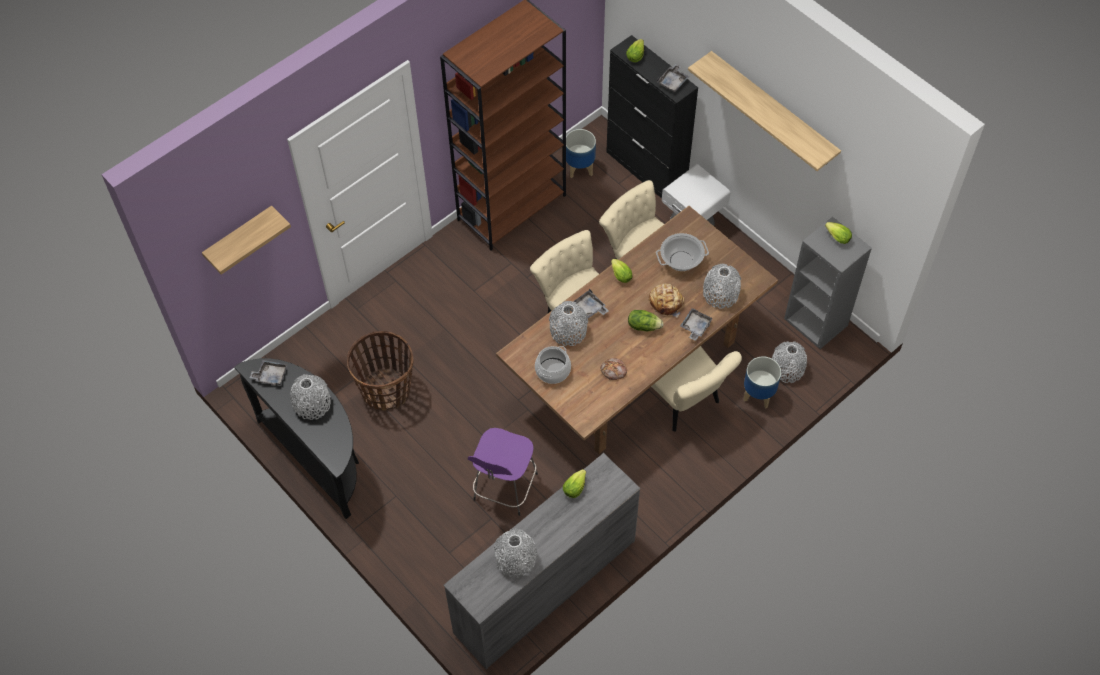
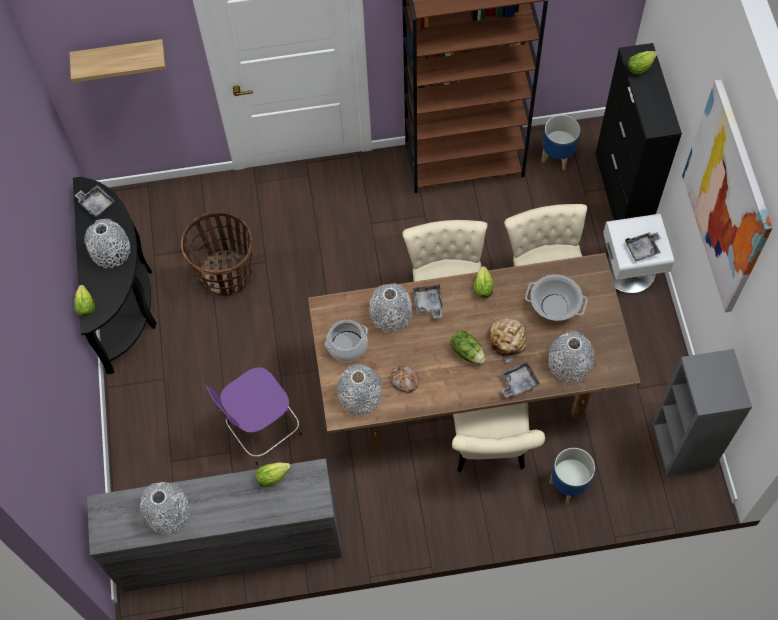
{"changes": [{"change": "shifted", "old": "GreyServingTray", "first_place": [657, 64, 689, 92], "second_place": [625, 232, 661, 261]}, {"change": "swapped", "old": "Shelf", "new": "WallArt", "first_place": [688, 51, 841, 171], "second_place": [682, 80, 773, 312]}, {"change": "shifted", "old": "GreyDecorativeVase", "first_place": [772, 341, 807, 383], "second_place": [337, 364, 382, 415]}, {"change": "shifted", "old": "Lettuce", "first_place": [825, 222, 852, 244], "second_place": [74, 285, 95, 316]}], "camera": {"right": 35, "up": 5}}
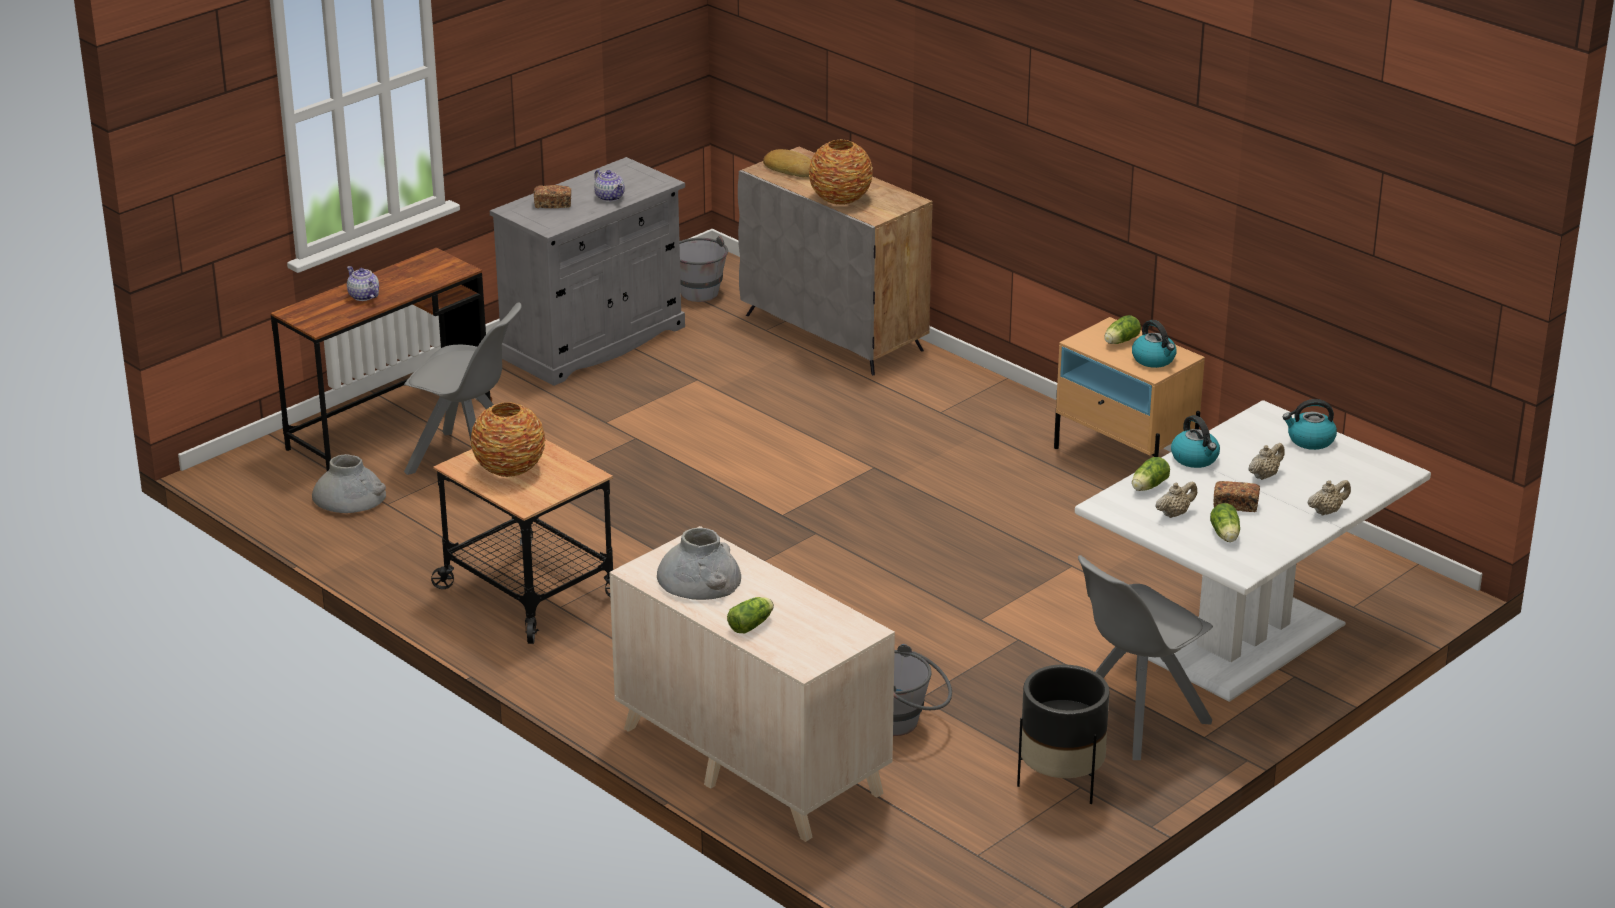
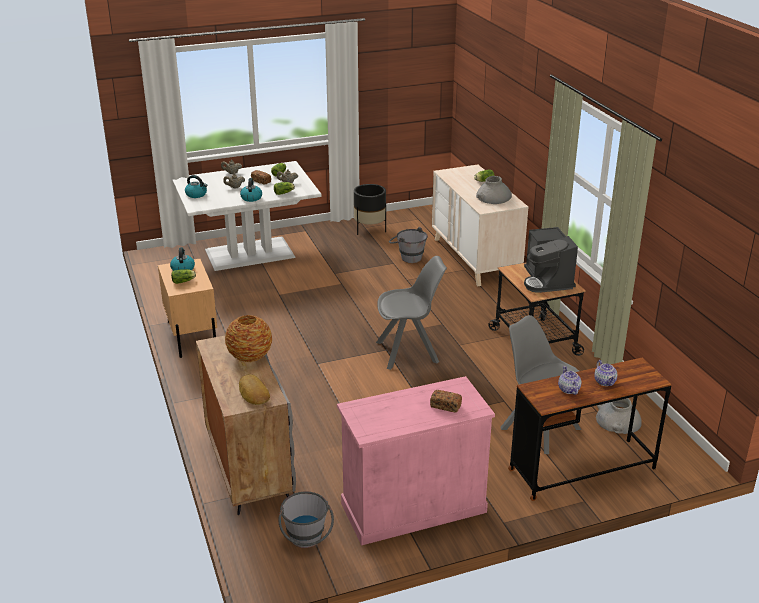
{"changes": [{"change": "swapped", "old": "DecorativeVase", "new": "CoffeeMachine", "first_place": [471, 402, 545, 477], "second_place": [524, 227, 578, 293]}, {"change": "repainted", "old": "GreyCupboard", "new": "PinkCupboard", "first_place": [490, 157, 685, 386], "second_place": [337, 376, 495, 546]}, {"change": "shifted", "old": "TeaPot", "first_place": [594, 169, 625, 202], "second_place": [558, 366, 582, 395]}, {"change": "shifted", "old": "GreyChair", "first_place": [1078, 555, 1213, 760], "second_place": [376, 256, 447, 370]}], "camera": {"right": -155, "up": 0}}
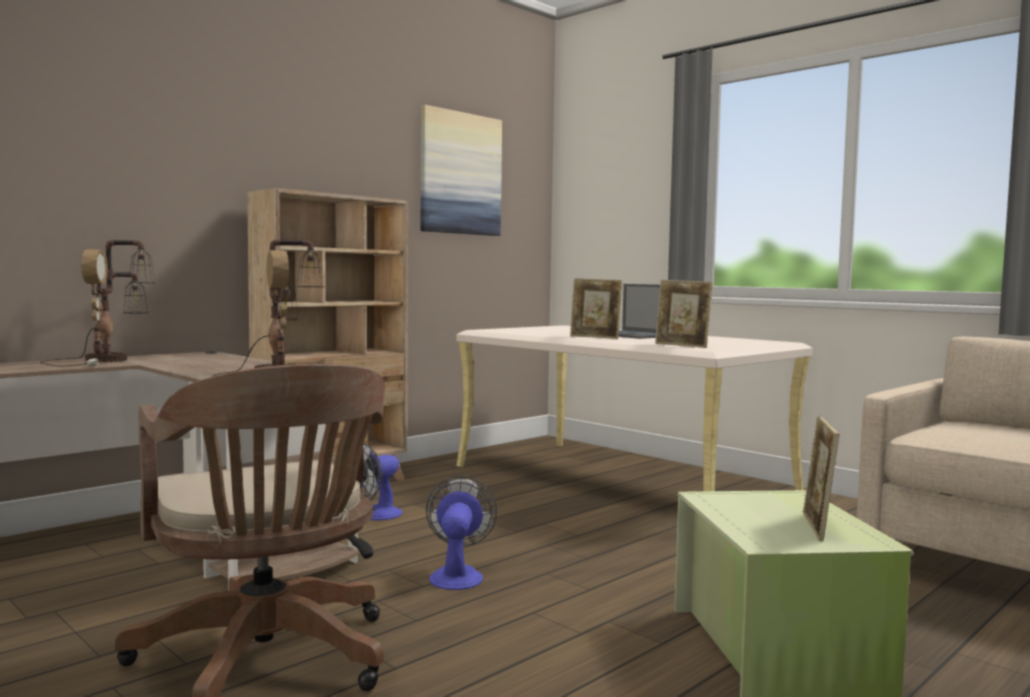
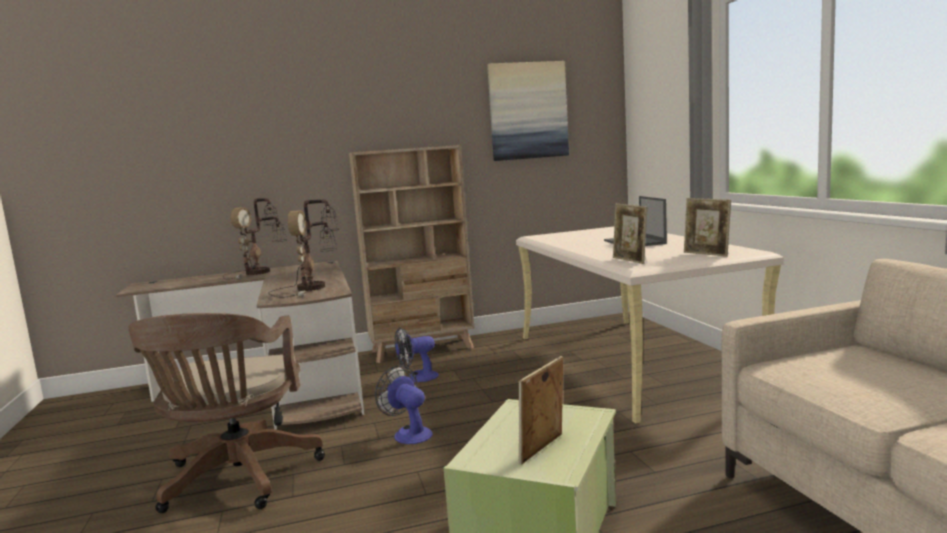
{"changes": [{"change": "rotated", "old": "Fan", "first_place": [426, 476, 497, 590], "second_place": [375, 365, 433, 444], "degrees": -75}, {"change": "shifted", "old": "PictureFrame", "first_place": [570, 278, 622, 339], "second_place": [684, 198, 731, 257]}], "camera": {"right": 30, "up": 5}}
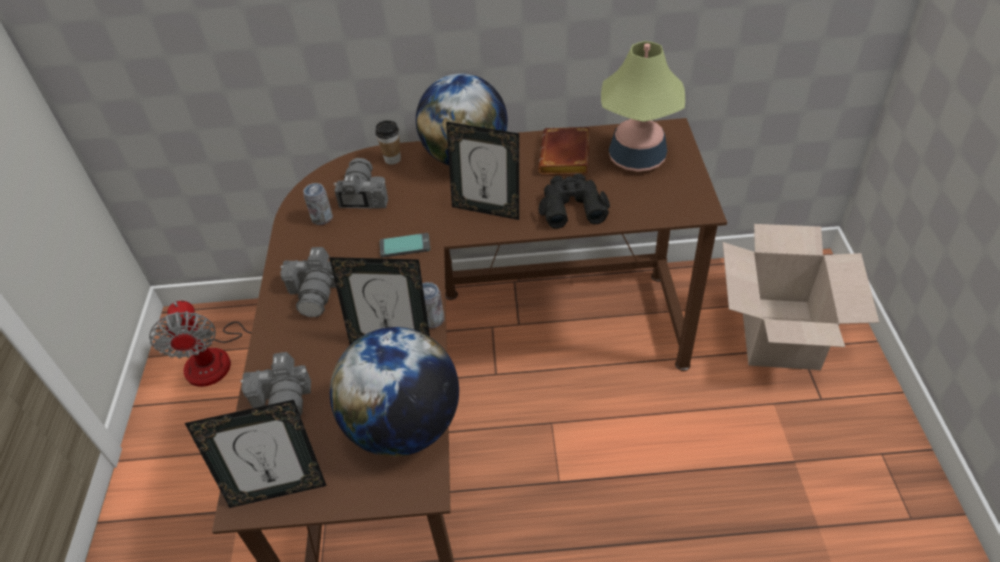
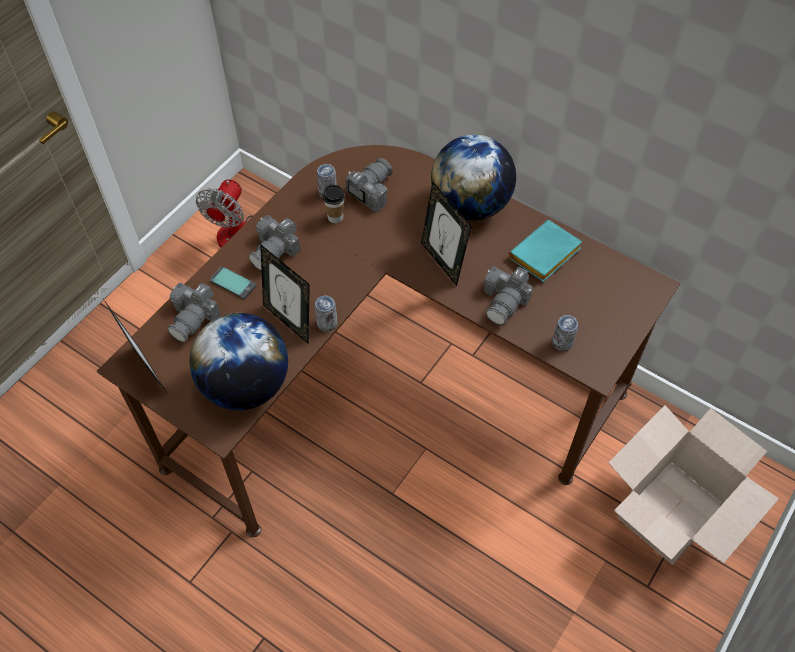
{"changes": [{"change": "rotated", "old": "PictureFrame", "first_place": [185, 400, 327, 508], "second_place": [103, 299, 168, 394], "degrees": -150}, {"change": "shifted", "old": "DrinkingCup", "first_place": [375, 120, 401, 165], "second_place": [323, 185, 345, 223]}, {"change": "shifted", "old": "Handset", "first_place": [380, 233, 430, 258], "second_place": [210, 266, 256, 299]}, {"change": "repainted", "old": "BrownishBook", "new": "TurquoiseBook", "first_place": [538, 127, 590, 175], "second_place": [509, 220, 582, 282]}, {"change": "swapped", "old": "BlackColouredPairOfBinoculars", "new": "PhotoCamera", "first_place": [539, 173, 610, 229], "second_place": [484, 266, 533, 325]}, {"change": "gone", "old": "TabletopLamp", "first_place": [601, 41, 685, 171]}, {"change": "new", "new": "SealedCan", "second_place": [552, 315, 578, 351]}], "camera": {"right": 35, "up": 10}}
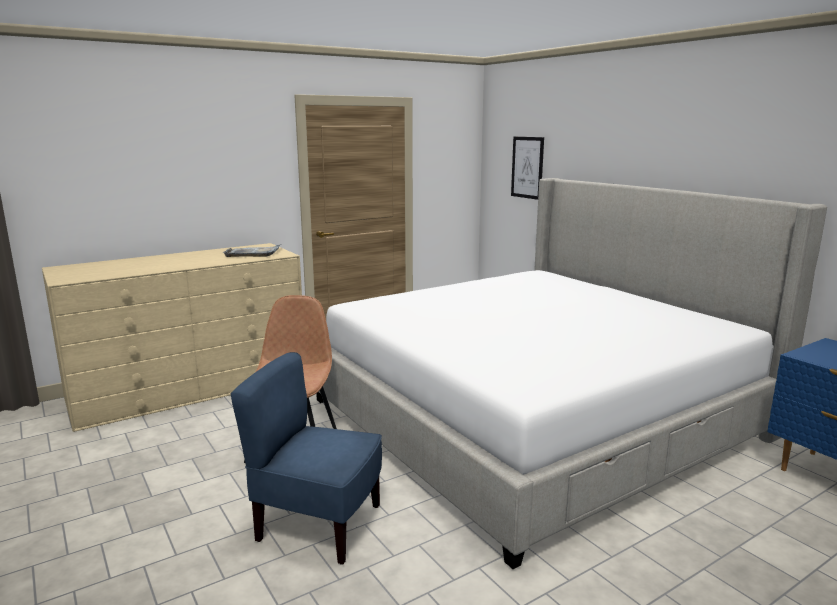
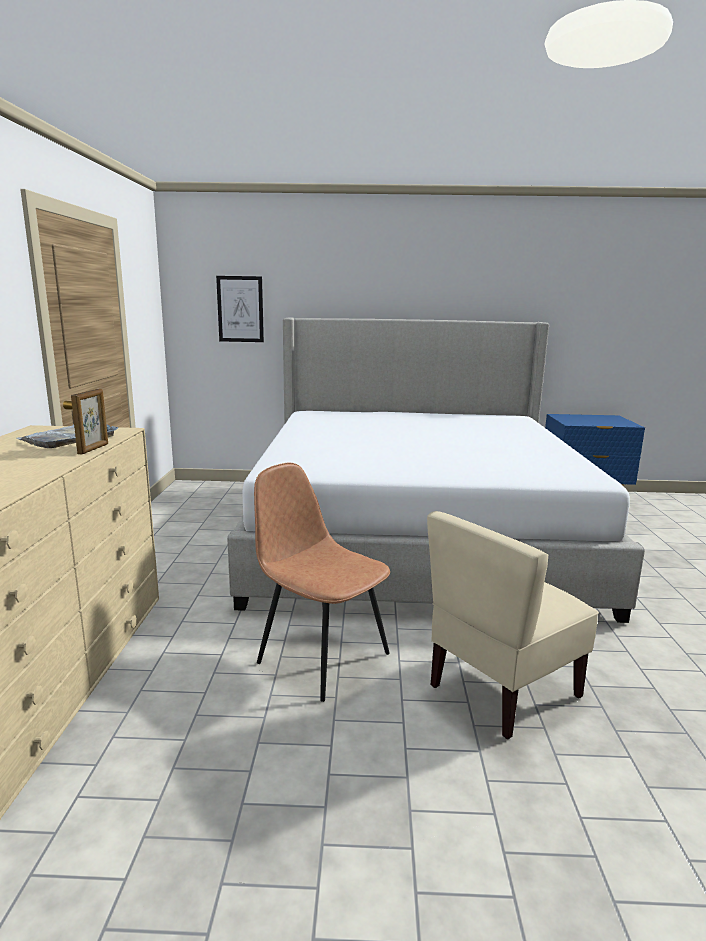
{"changes": [{"change": "repainted", "old": "BlueChair", "new": "BeigeChair", "first_place": [230, 352, 382, 565], "second_place": [427, 511, 599, 739]}, {"change": "new", "new": "PictureFrame", "second_place": [71, 389, 108, 454]}], "camera": {"right": -55, "up": 0}}
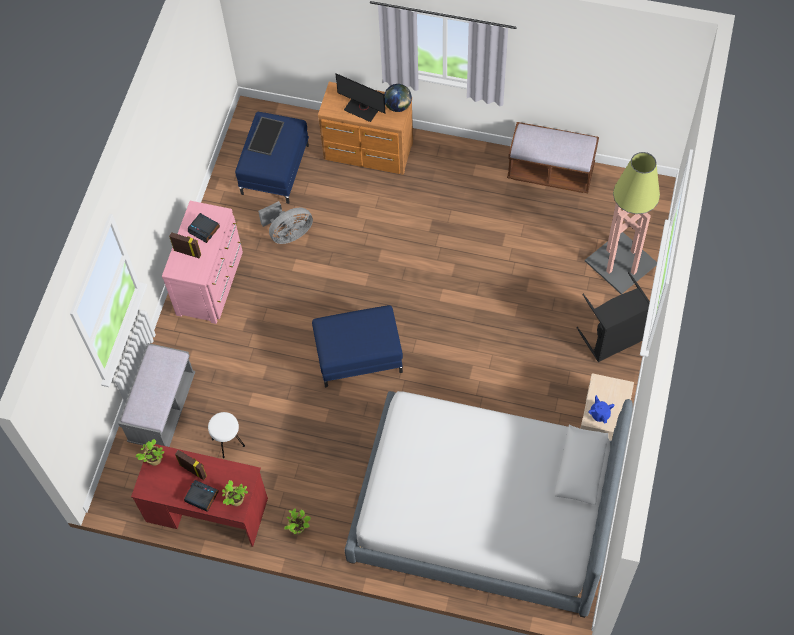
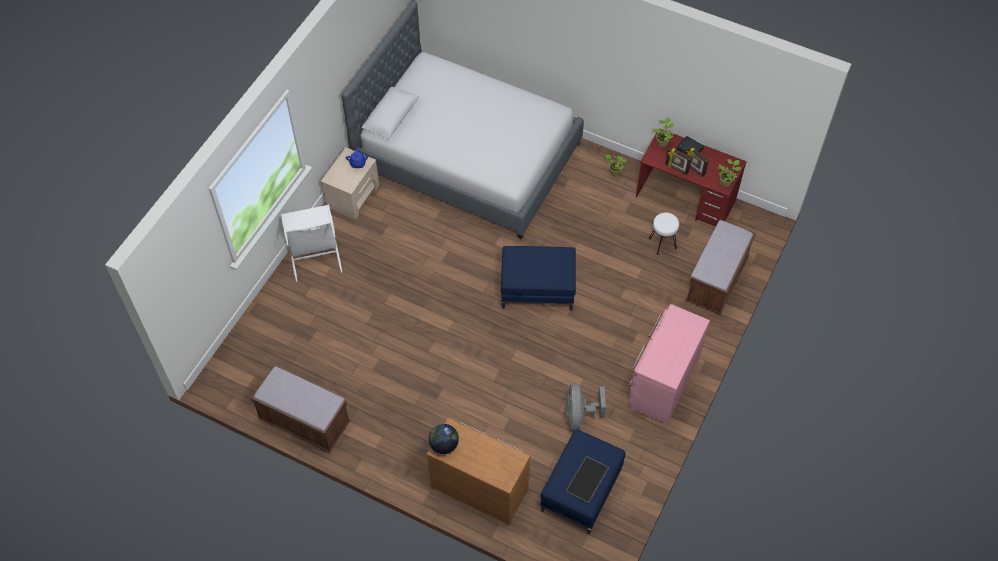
{"changes": [{"change": "repainted", "old": "GreyLongSeat", "new": "BrownishLongSeat", "first_place": [118, 343, 195, 447], "second_place": [686, 219, 756, 315]}, {"change": "shifted", "old": "PictureFrame", "first_place": [169, 232, 201, 258], "second_place": [665, 147, 692, 175]}, {"change": "gone", "old": "BedsideClock", "first_place": [188, 213, 220, 243]}, {"change": "rotated", "old": "GreyFan", "first_place": [258, 201, 313, 244], "second_place": [565, 383, 606, 430], "degrees": -75}, {"change": "gone", "old": "ComputerScreen", "first_place": [336, 73, 385, 122]}, {"change": "repainted", "old": "BlackColouredHamper", "new": "WhiteHamper", "first_place": [576, 272, 650, 362], "second_place": [281, 205, 342, 282]}, {"change": "gone", "old": "StandingLamp", "first_place": [585, 152, 660, 294]}], "camera": {"right": -170, "up": -5}}
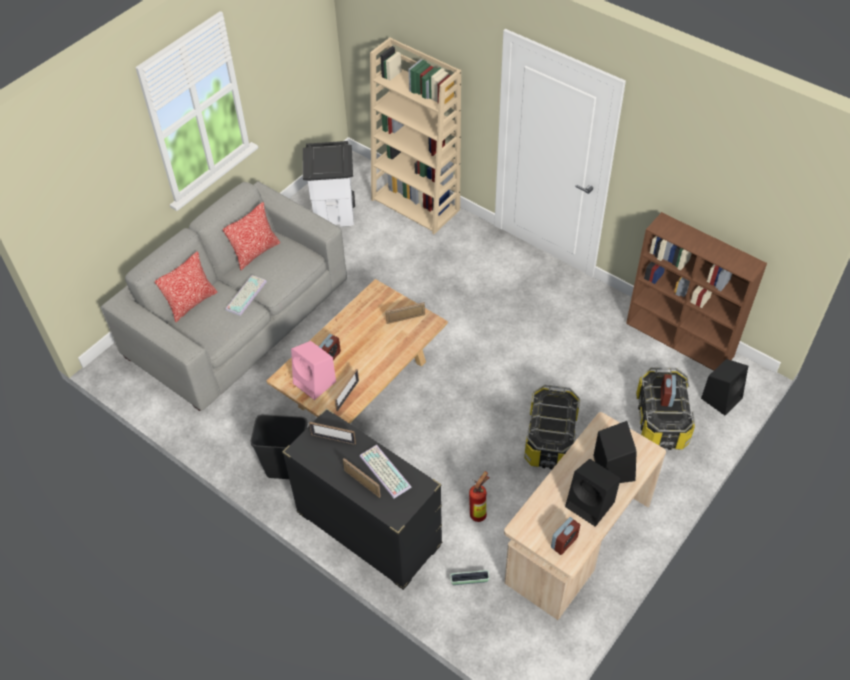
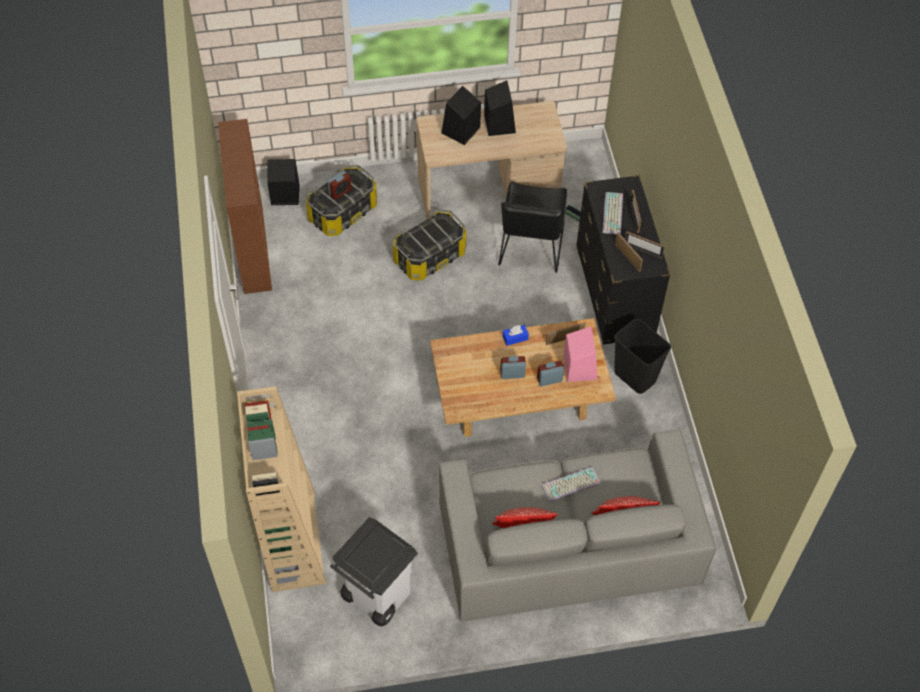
{"changes": [{"change": "shifted", "old": "PictureFrame", "first_place": [386, 302, 425, 324], "second_place": [625, 231, 665, 259]}, {"change": "swapped", "old": "FireExtinguisher", "new": "BlackColouredChair", "first_place": [469, 471, 489, 522], "second_place": [498, 182, 567, 273]}, {"change": "shifted", "old": "BedsideClock", "first_place": [551, 517, 580, 555], "second_place": [500, 356, 526, 379]}, {"change": "new", "new": "BlueTissueBox", "second_place": [503, 325, 529, 346]}], "camera": {"right": -140, "up": 5}}
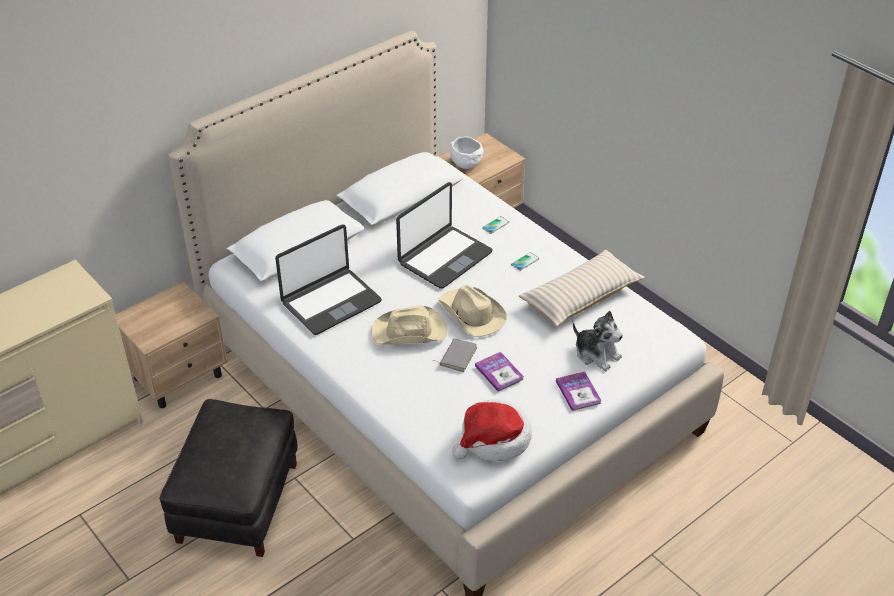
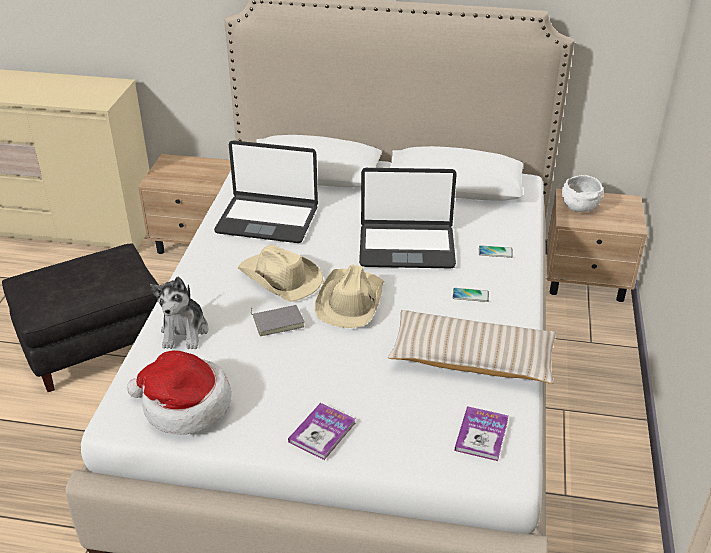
{"changes": [{"change": "shifted", "old": "Book", "first_place": [475, 352, 524, 392], "second_place": [454, 406, 509, 461]}, {"change": "shifted", "old": "PlushToy", "first_place": [573, 311, 623, 371], "second_place": [150, 276, 208, 349]}], "camera": {"right": 50, "up": -5}}
